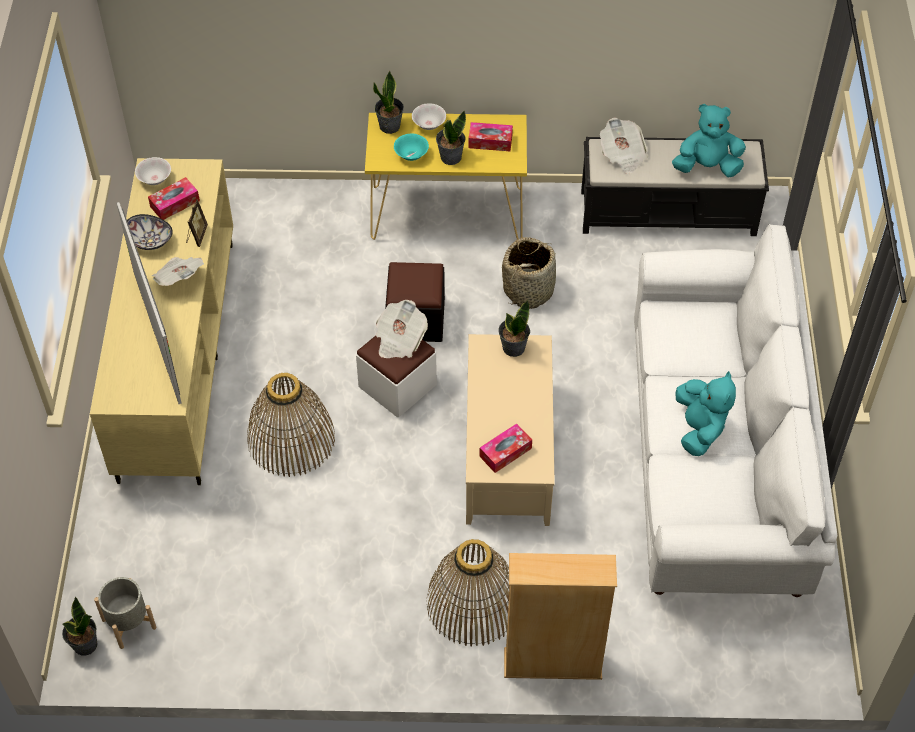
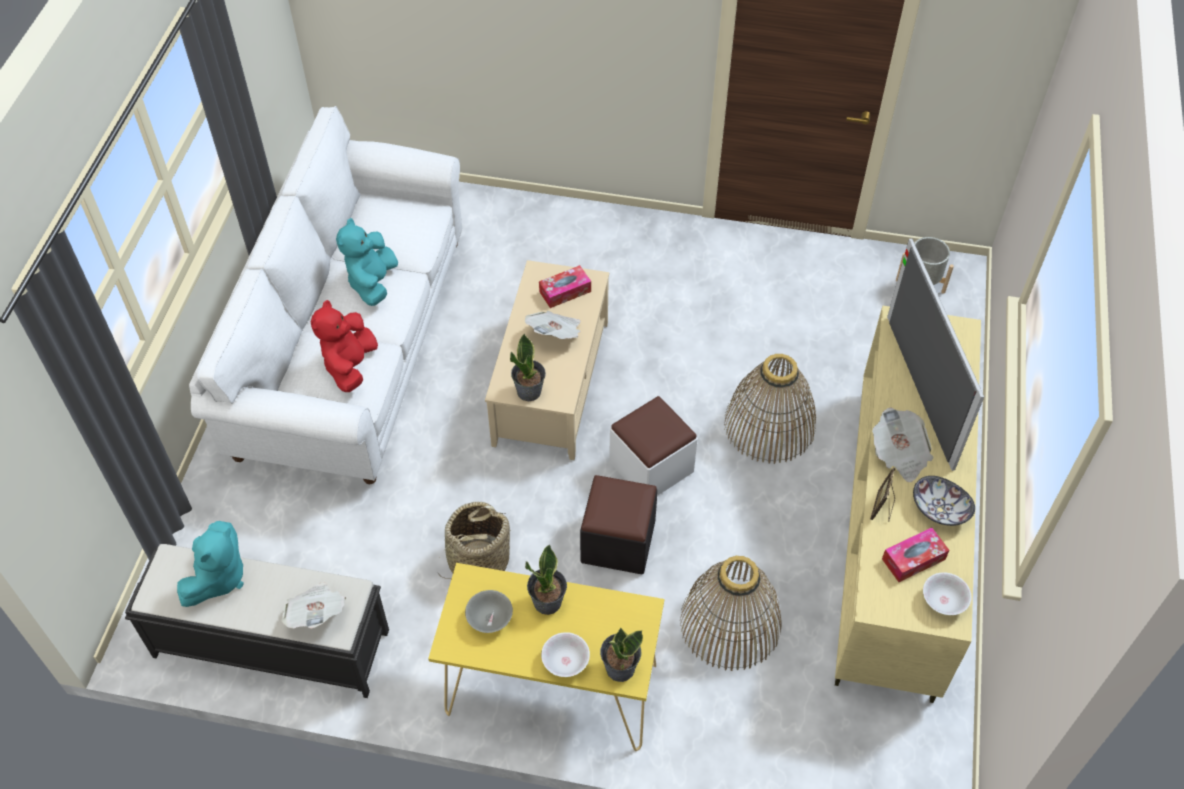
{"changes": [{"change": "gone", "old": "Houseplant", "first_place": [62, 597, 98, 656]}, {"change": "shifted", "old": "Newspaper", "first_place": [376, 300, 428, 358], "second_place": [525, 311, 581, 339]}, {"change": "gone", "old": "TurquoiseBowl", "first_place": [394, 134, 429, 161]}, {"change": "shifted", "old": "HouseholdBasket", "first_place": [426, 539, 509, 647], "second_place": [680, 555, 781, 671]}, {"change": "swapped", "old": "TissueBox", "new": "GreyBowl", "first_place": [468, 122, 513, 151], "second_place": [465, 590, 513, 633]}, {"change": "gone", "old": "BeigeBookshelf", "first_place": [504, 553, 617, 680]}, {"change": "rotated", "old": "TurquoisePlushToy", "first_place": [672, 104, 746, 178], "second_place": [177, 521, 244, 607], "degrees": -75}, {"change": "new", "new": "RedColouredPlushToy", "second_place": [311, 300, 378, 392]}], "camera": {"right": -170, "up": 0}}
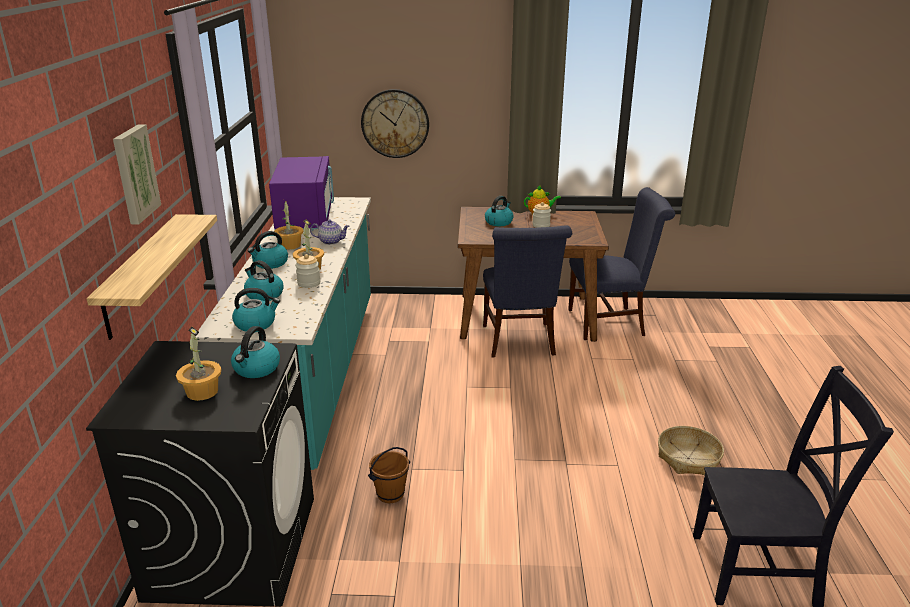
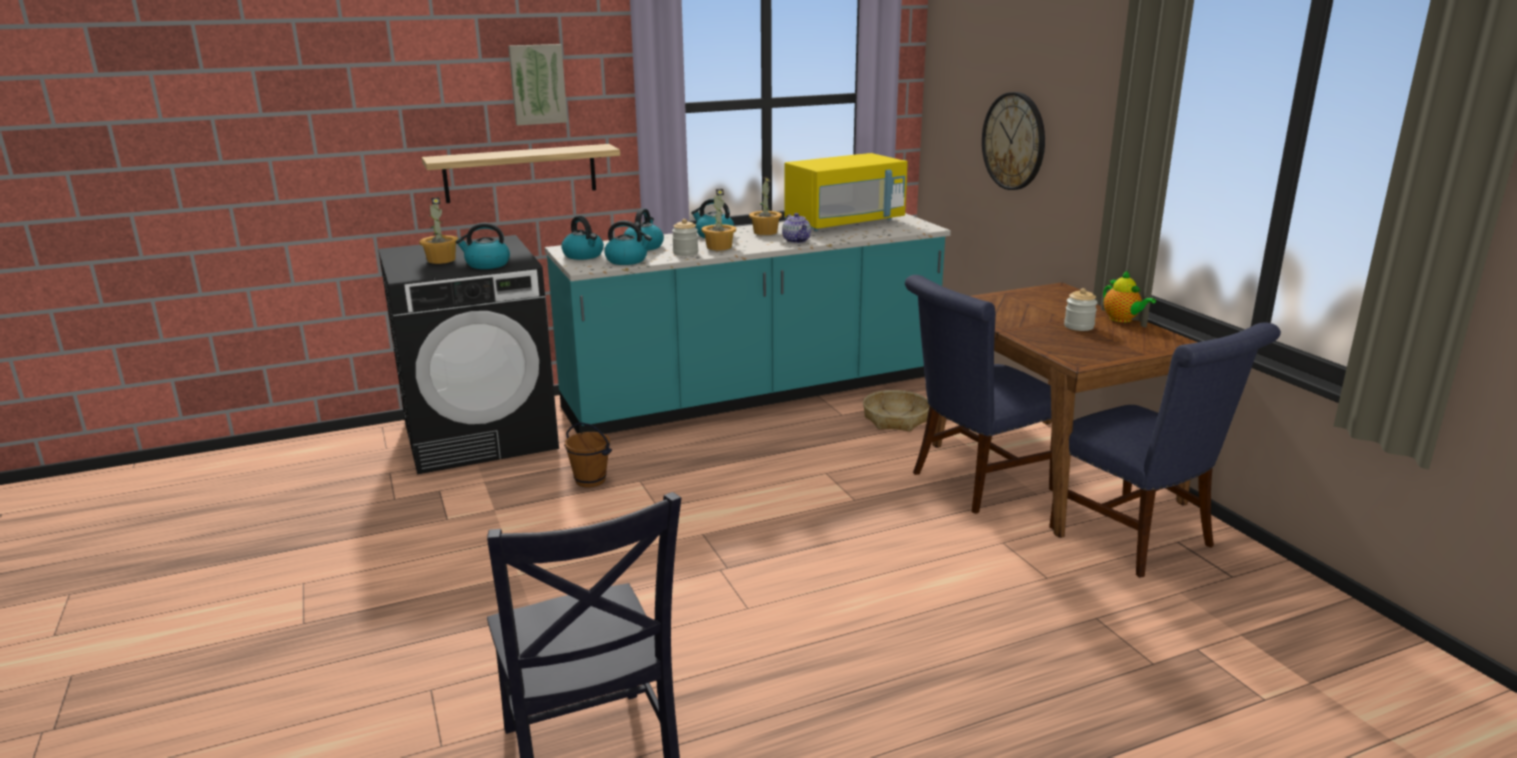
{"changes": [{"change": "repainted", "old": "PurplishMicrowave", "new": "YellowishMicrowave", "first_place": [269, 156, 334, 231], "second_place": [784, 153, 908, 231]}, {"change": "shifted", "old": "Kettle", "first_place": [485, 196, 514, 226], "second_place": [604, 221, 652, 265]}, {"change": "shifted", "old": "HouseholdBasket", "first_place": [658, 426, 724, 475], "second_place": [863, 390, 929, 432]}], "camera": {"right": 65, "up": -5}}
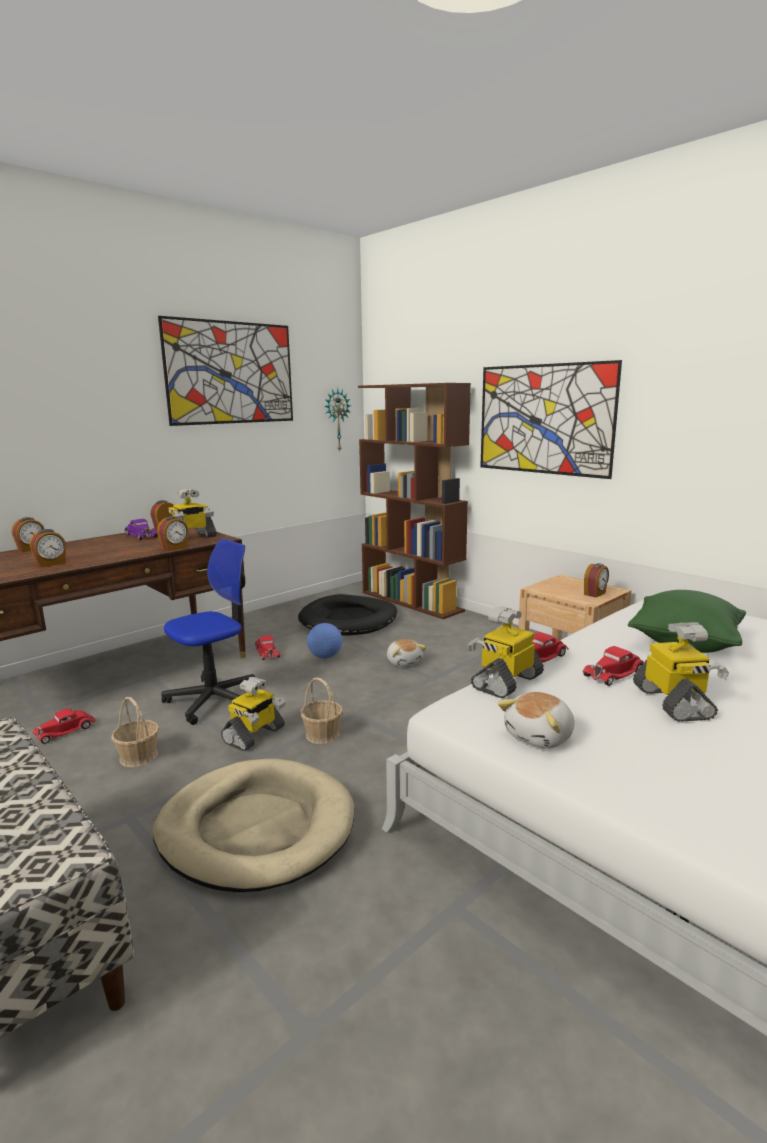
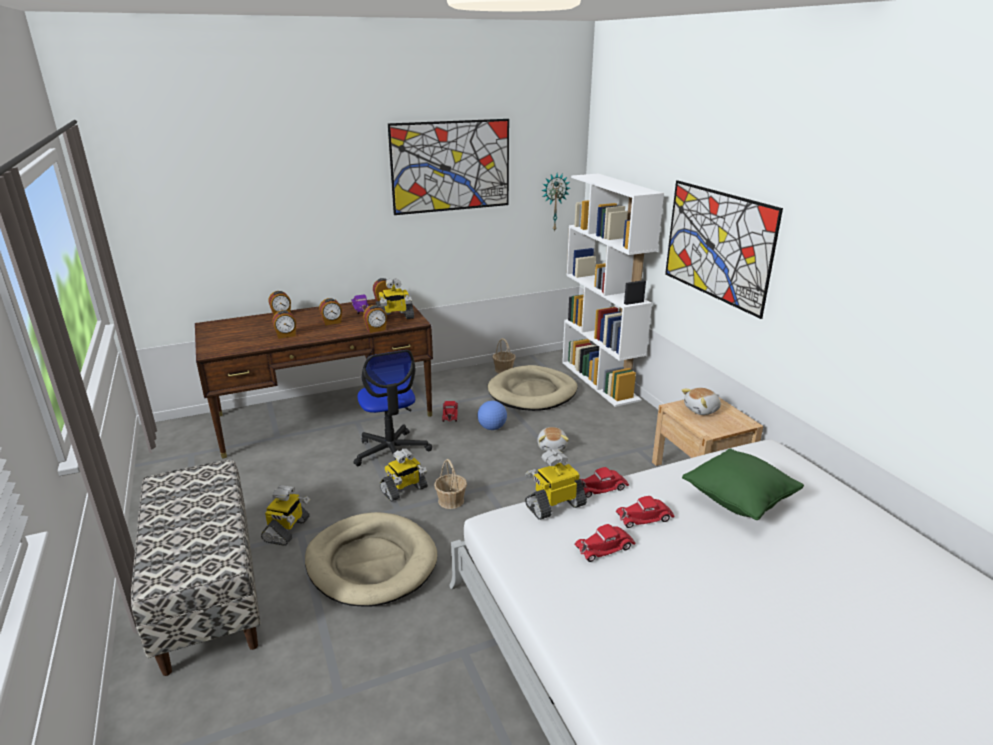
{"changes": [{"change": "shifted", "old": "RedColouredModelCar", "first_place": [33, 708, 96, 744], "second_place": [574, 524, 635, 562]}, {"change": "shifted", "old": "HouseholdBasket", "first_place": [111, 697, 159, 767], "second_place": [492, 338, 516, 373]}, {"change": "rotated", "old": "OfficeChair", "first_place": [161, 538, 255, 725], "second_place": [353, 350, 432, 466], "degrees": 90}, {"change": "repainted", "old": "BlackColouredDogBed", "new": "BeigeDogBed", "first_place": [298, 594, 397, 636], "second_place": [487, 365, 578, 411]}, {"change": "repainted", "old": "BrownishBookshelf", "new": "WhiteBookshelf", "first_place": [358, 383, 471, 619], "second_place": [562, 174, 664, 407]}, {"change": "shifted", "old": "PlushToy", "first_place": [498, 692, 575, 748], "second_place": [682, 388, 721, 415]}, {"change": "shifted", "old": "BedsideClock", "first_place": [584, 563, 609, 598], "second_place": [319, 298, 342, 325]}, {"change": "shifted", "old": "ToyRobot", "first_place": [633, 622, 729, 722], "second_place": [261, 485, 310, 546]}], "camera": {"right": 20, "up": 10}}
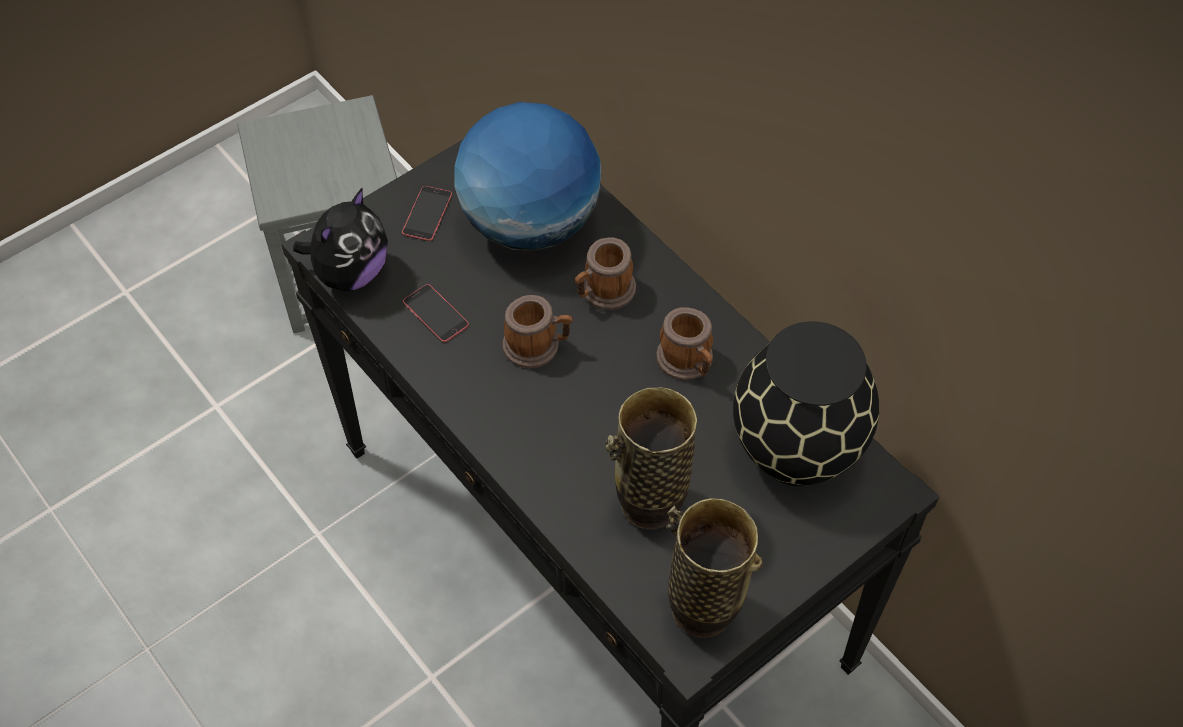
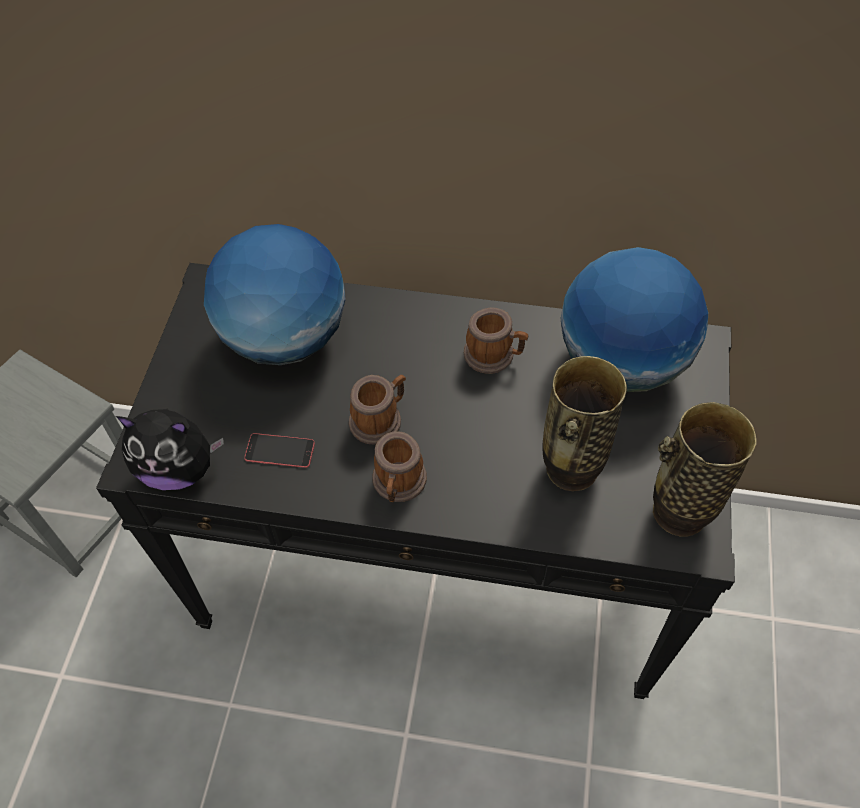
{"changes": [{"change": "rotated", "old": "PlushToy", "first_place": [293, 187, 388, 291], "second_place": [116, 408, 224, 490], "degrees": 105}, {"change": "gone", "old": "Handset", "first_place": [402, 186, 452, 241]}, {"change": "shifted", "old": "Mug", "first_place": [575, 237, 636, 310], "second_place": [372, 431, 427, 502]}, {"change": "swapped", "old": "BlackColouredDecorativeVase", "new": "WorldGlobe", "first_place": [733, 321, 879, 486], "second_place": [561, 247, 708, 392]}], "camera": {"right": -40, "up": 0}}
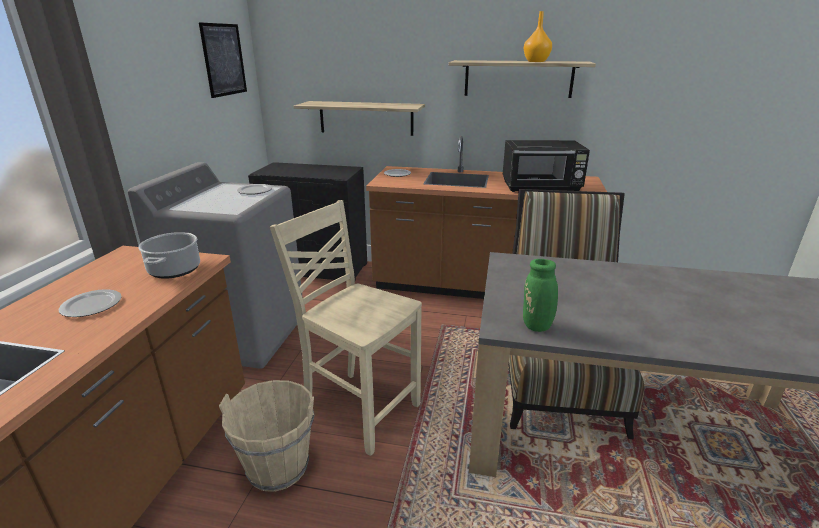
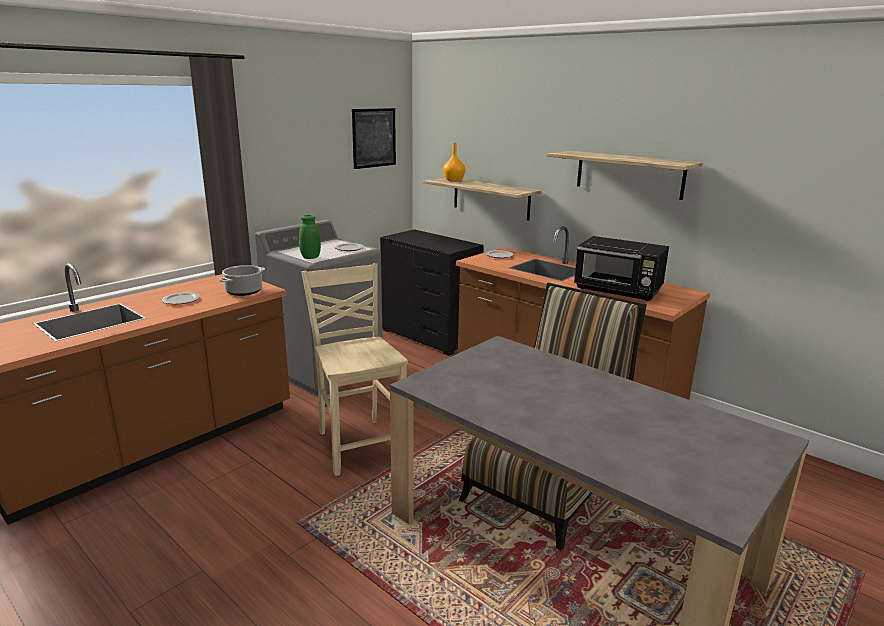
{"changes": [{"change": "gone", "old": "BeigePail", "first_place": [219, 380, 314, 492]}, {"change": "shifted", "old": "GreenishDecorativeVase", "first_place": [523, 259, 600, 332], "second_place": [299, 215, 321, 259]}, {"change": "shifted", "old": "OrangeyDecorativeVase", "first_place": [524, 11, 552, 62], "second_place": [443, 143, 466, 182]}], "camera": {"right": 30, "up": -5}}
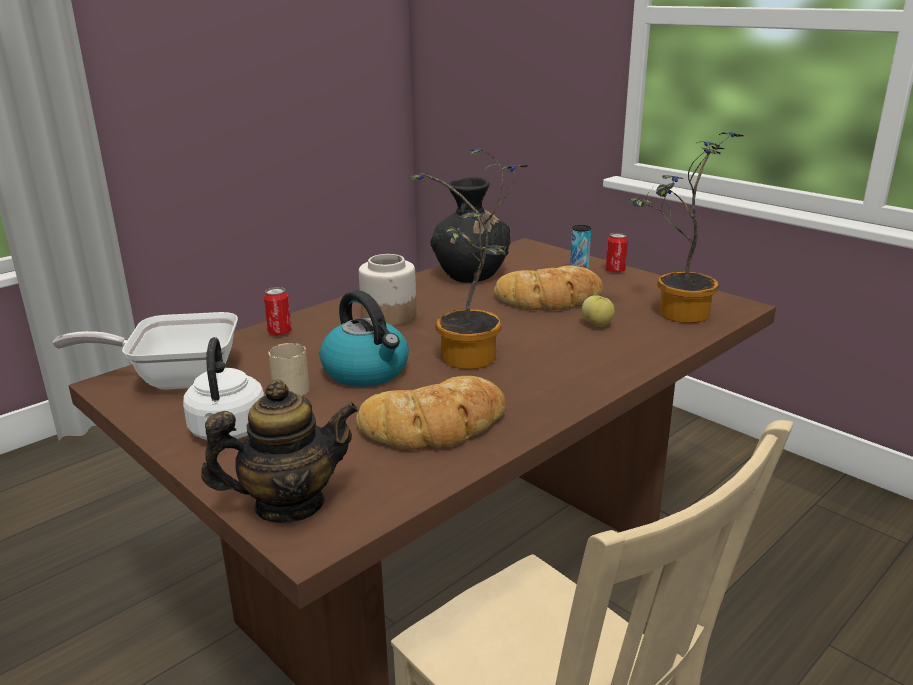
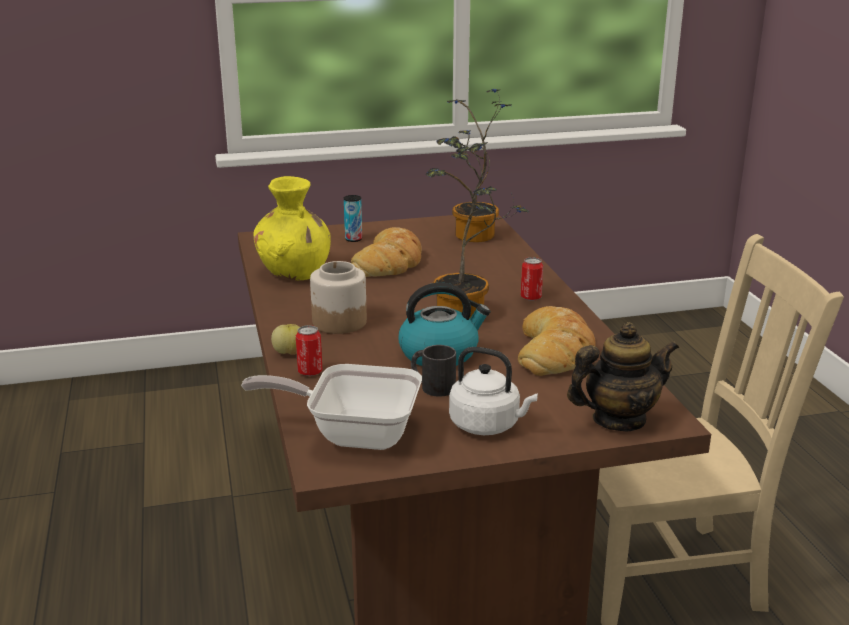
{"changes": [{"change": "rotated", "old": "Skillet", "first_place": [53, 312, 238, 390], "second_place": [241, 364, 422, 450], "degrees": 75}, {"change": "rotated", "old": "TeaPot", "first_place": [201, 379, 359, 524], "second_place": [567, 322, 679, 431], "degrees": 60}, {"change": "repainted", "old": "BeigeMug", "new": "BlackColouredMug", "first_place": [268, 343, 310, 396], "second_place": [411, 345, 456, 397]}, {"change": "repainted", "old": "BlackColouredDecorativeVase", "new": "YellowishDecorativeVase", "first_place": [430, 177, 510, 283], "second_place": [253, 176, 331, 280]}, {"change": "shifted", "old": "Apple", "first_place": [582, 295, 615, 327], "second_place": [271, 324, 300, 355]}, {"change": "shifted", "old": "SealedCan", "first_place": [606, 233, 628, 274], "second_place": [521, 257, 543, 301]}], "camera": {"right": -60, "up": 0}}
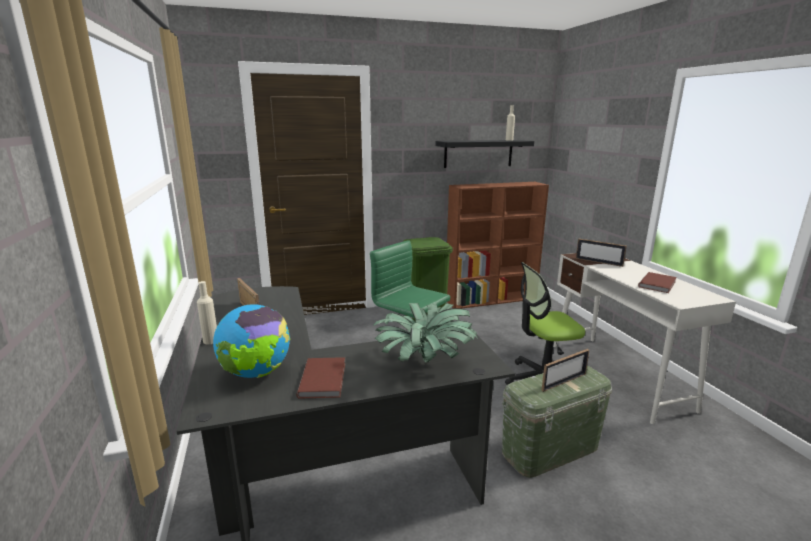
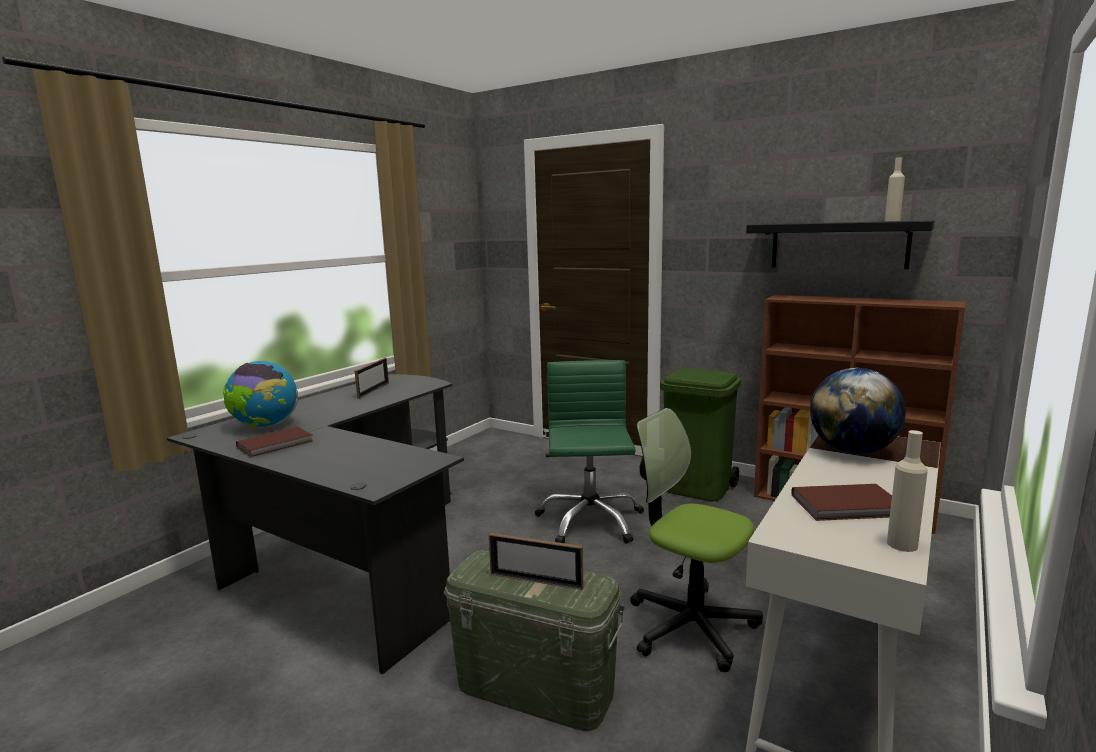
{"changes": [{"change": "shifted", "old": "BeigeDrinkBottle", "first_place": [197, 281, 217, 344], "second_place": [887, 430, 928, 552]}, {"change": "gone", "old": "Houseplant", "first_place": [373, 303, 479, 363]}, {"change": "swapped", "old": "PictureFrame", "new": "WorldGlobe", "first_place": [576, 239, 627, 267], "second_place": [810, 368, 906, 454]}], "camera": {"right": 50, "up": -5}}
